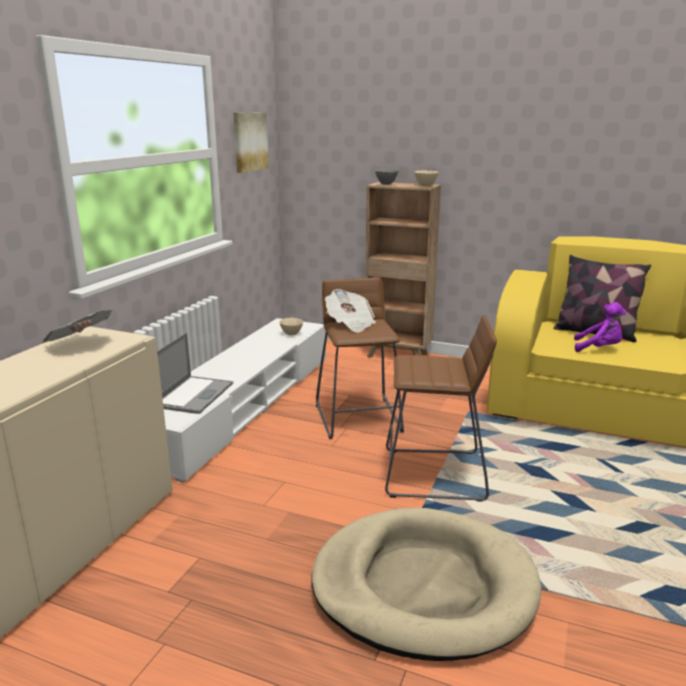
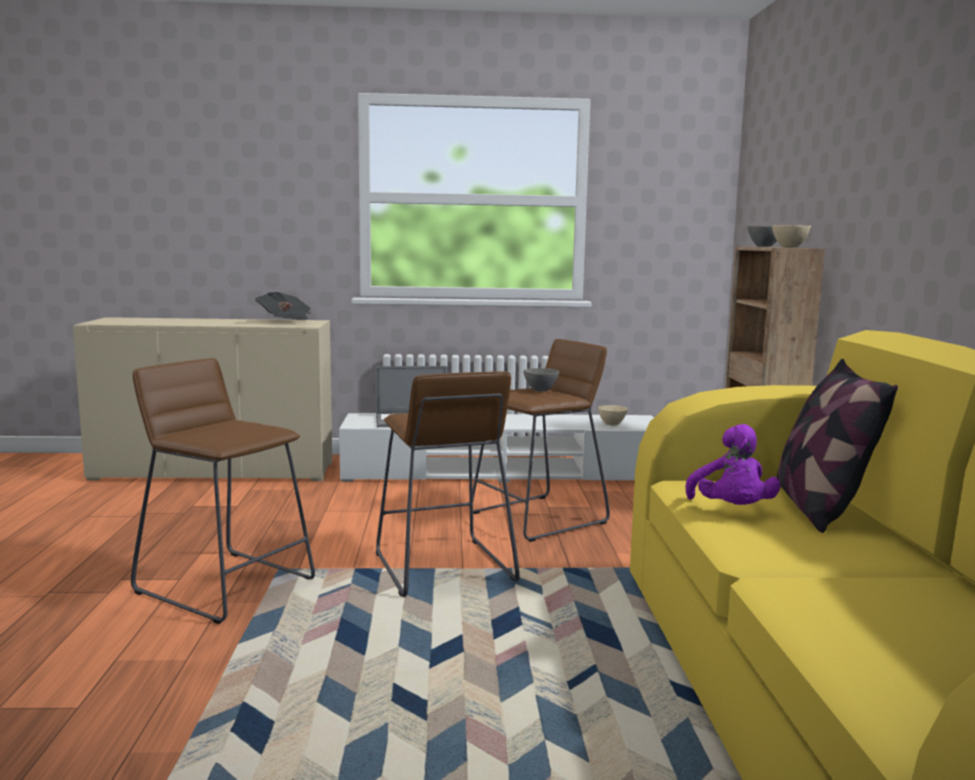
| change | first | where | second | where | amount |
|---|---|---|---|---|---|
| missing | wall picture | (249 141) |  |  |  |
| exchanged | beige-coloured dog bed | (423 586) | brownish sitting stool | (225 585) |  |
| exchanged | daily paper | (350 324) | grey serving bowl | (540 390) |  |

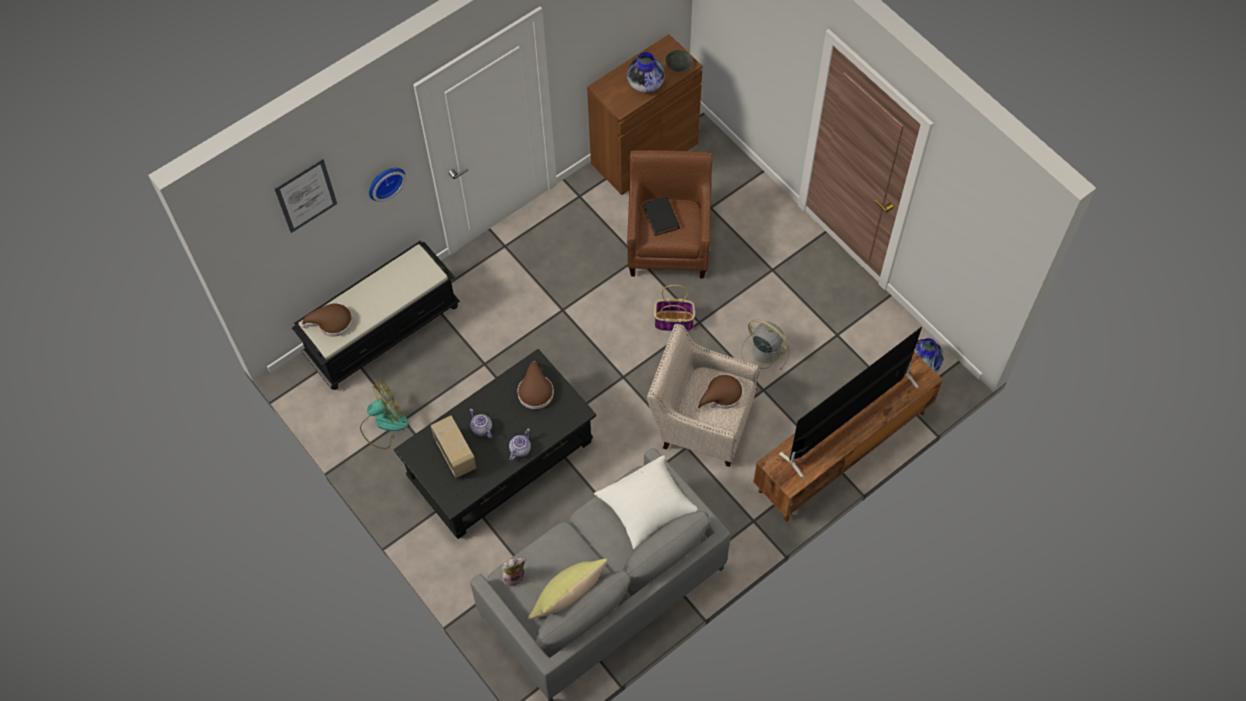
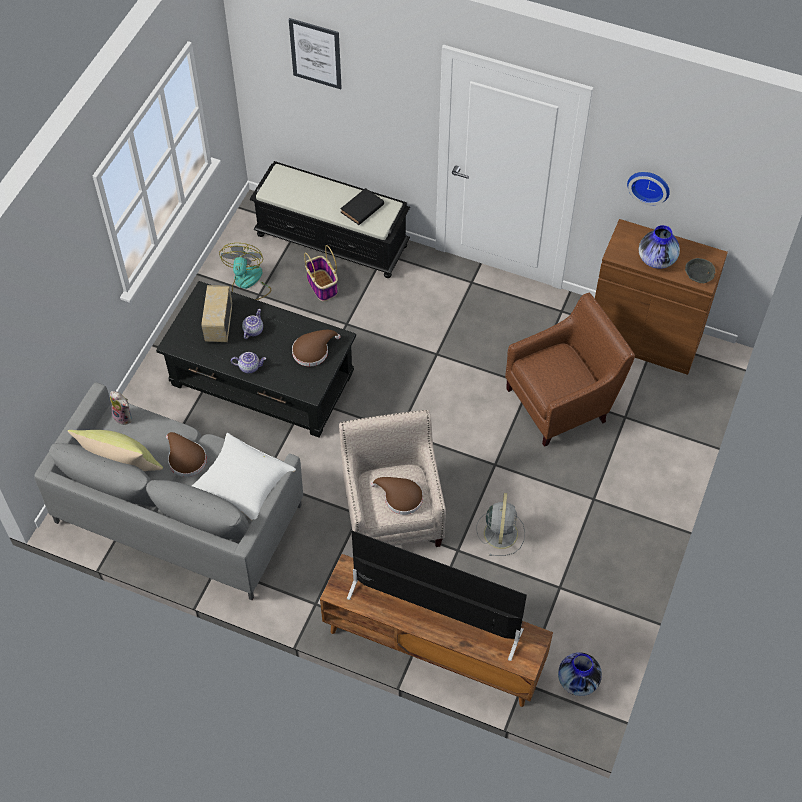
| change | first | where | second | where | amount |
|---|---|---|---|---|---|
| relocated | brownish clothing hat | (331 322) |  | (185 458) |  |
| relocated | wall clock | (384 181) |  | (649 185) |  |
| relocated | black bound book | (661 218) |  | (361 209) |  |
| relocated | basket | (674 321) |  | (322 286) |  |
| spun | electric fan | (384 424) |  | (247 283) | 120 degrees counterclockwise |
| spun | radio set | (456 454) |  | (218 324) | 150 degrees clockwise |

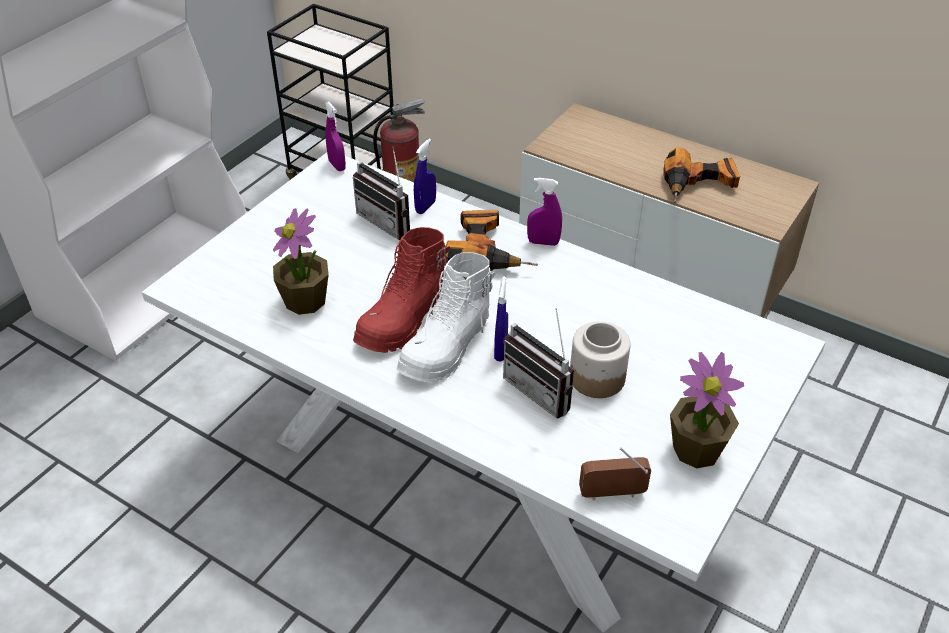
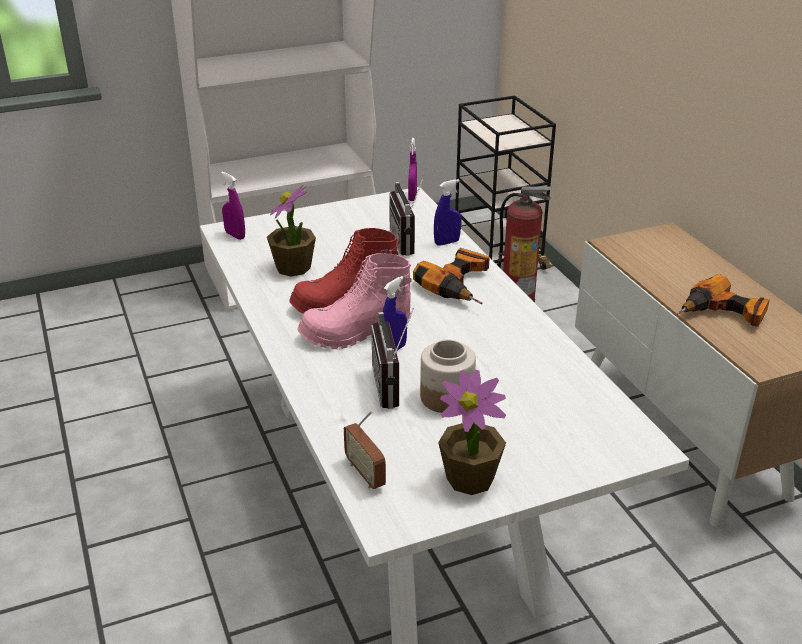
| change | first | where | second | where | amount |
|---|---|---|---|---|---|
| relocated | purple sprayer | (543 242) |  | (235 235) |  |
| colour | white tall boot | (447 348) | pink tall boot | (356 332) |  |
| spun | radio set | (612 494) |  | (365 474) | 150 degrees counterclockwise |

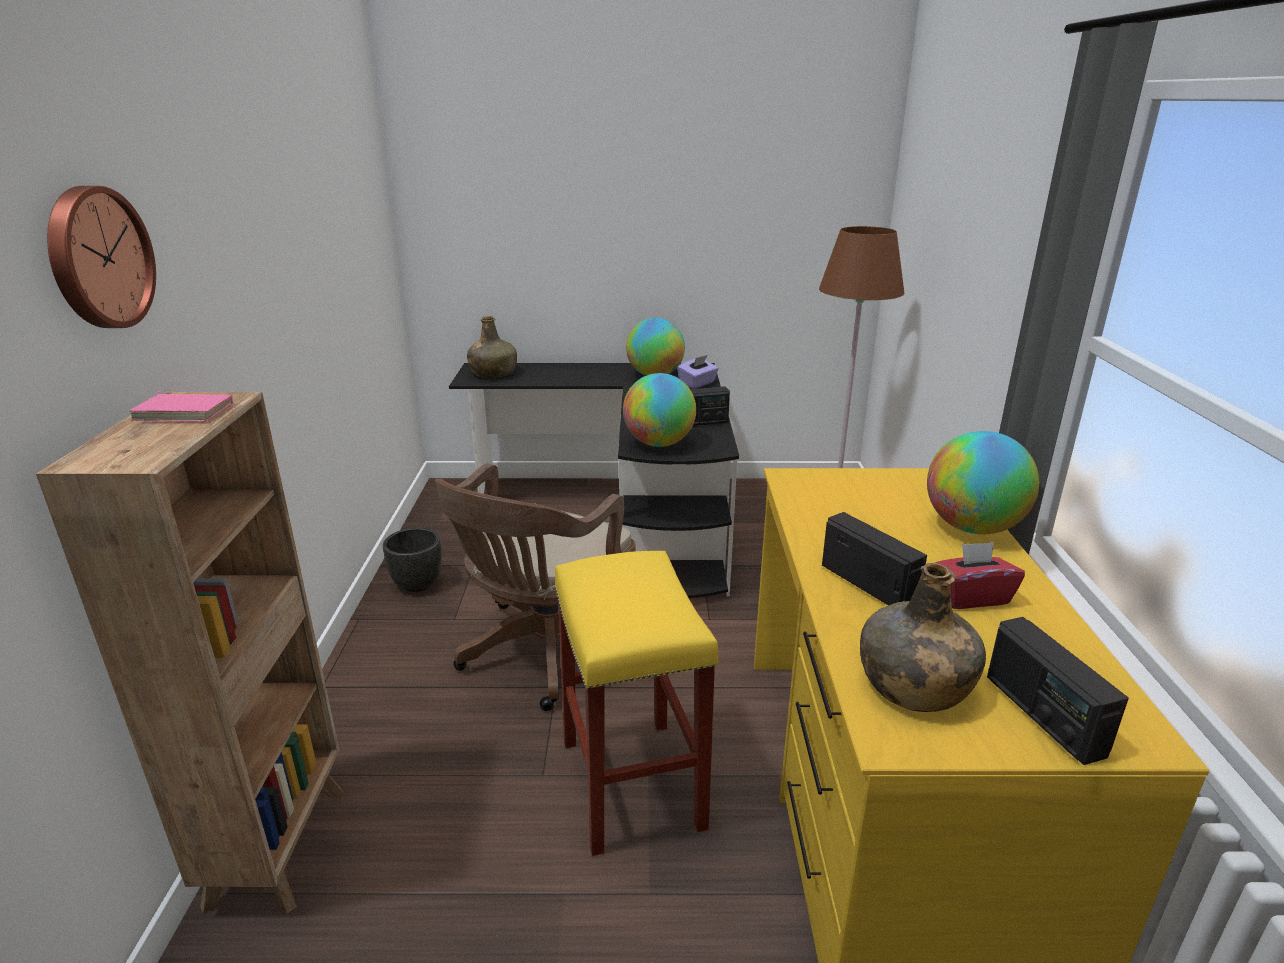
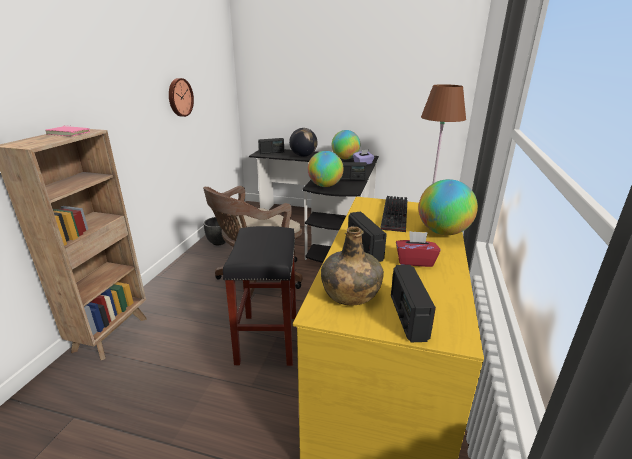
| change | first | where | second | where | amount |
|---|---|---|---|---|---|
| appeared |  |  | desk globe | (303 156) |  |
| appeared |  |  | PC keyboard | (396 215) |  |
| relocated | wall clock | (97 258) |  | (179 97) |  |
| exchanged | greenish drink bottle | (493 373) | radio set | (271 152) |  |
| colour | yellowish sitting stool | (630 782) | black sitting stool | (267 338) |  |

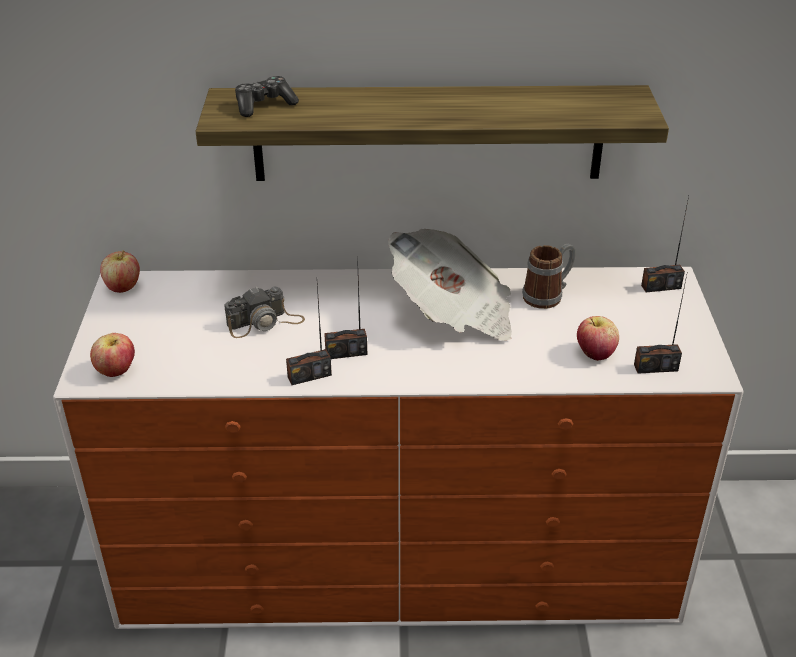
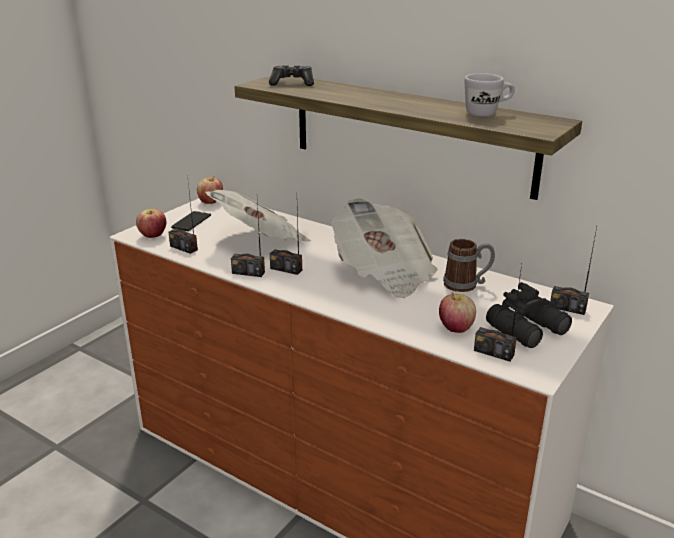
| change | first | where | second | where | amount |
|---|---|---|---|---|---|
| appeared |  |  | radio set | (184 248) |  |
| appeared |  |  | telephone | (191 222) |  |
| appeared |  |  | white coffee mug | (487 113) |  |
| appeared |  |  | black binoculars | (529 330) |  |
| exchanged | still camera | (265 322) | daily paper | (261 240) |  |

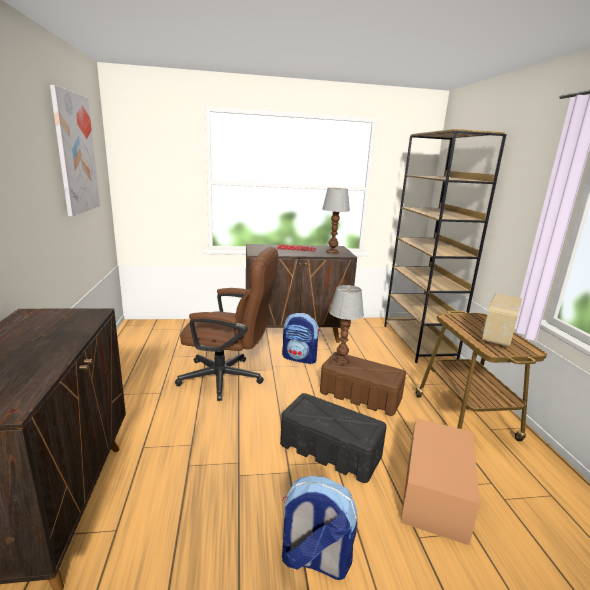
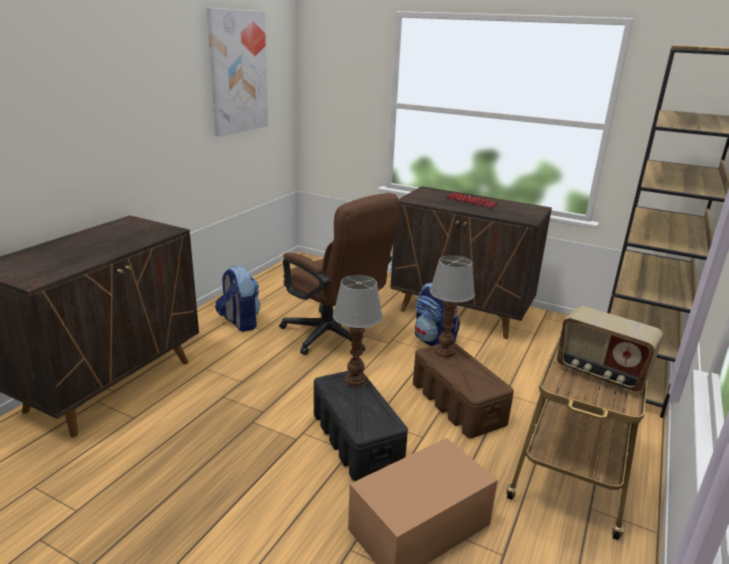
| change | first | where | second | where | amount |
|---|---|---|---|---|---|
| relocated | backpack | (314 559) |  | (239 322) |  |
| relocated | table lamp | (332 252) |  | (354 380) |  |
| spun | radio set | (497 337) |  | (600 373) | 120 degrees counterclockwise |

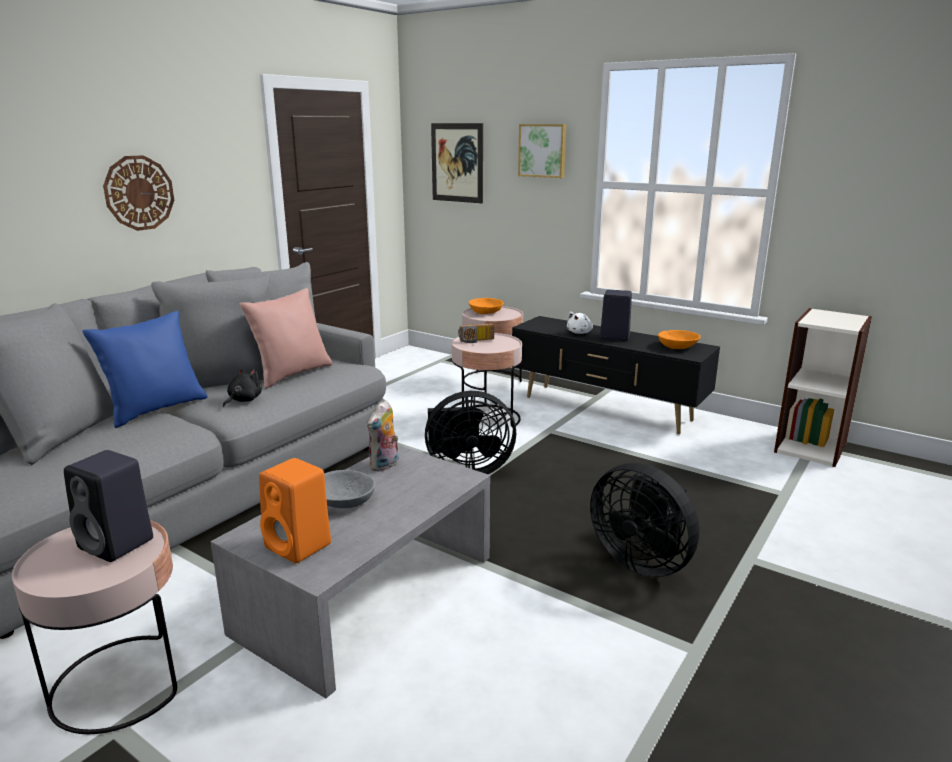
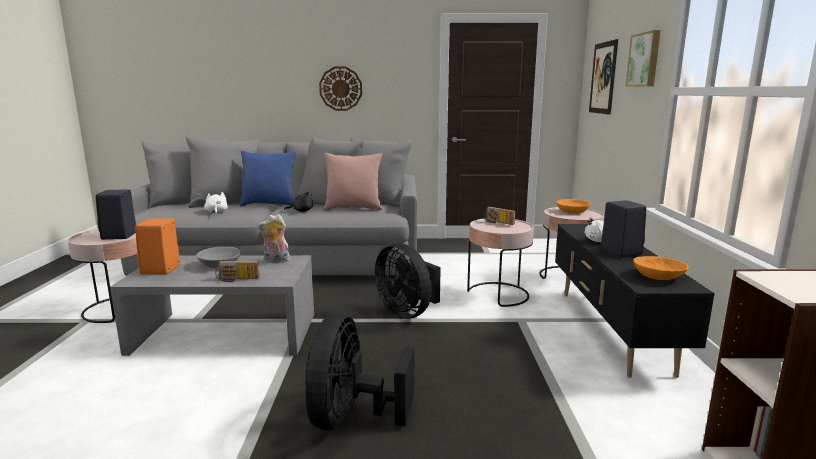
| change | first | where | second | where | amount |
|---|---|---|---|---|---|
| appeared |  |  | white cuddly toy | (216 212) |  |
| appeared |  |  | radio set | (237 279) |  |

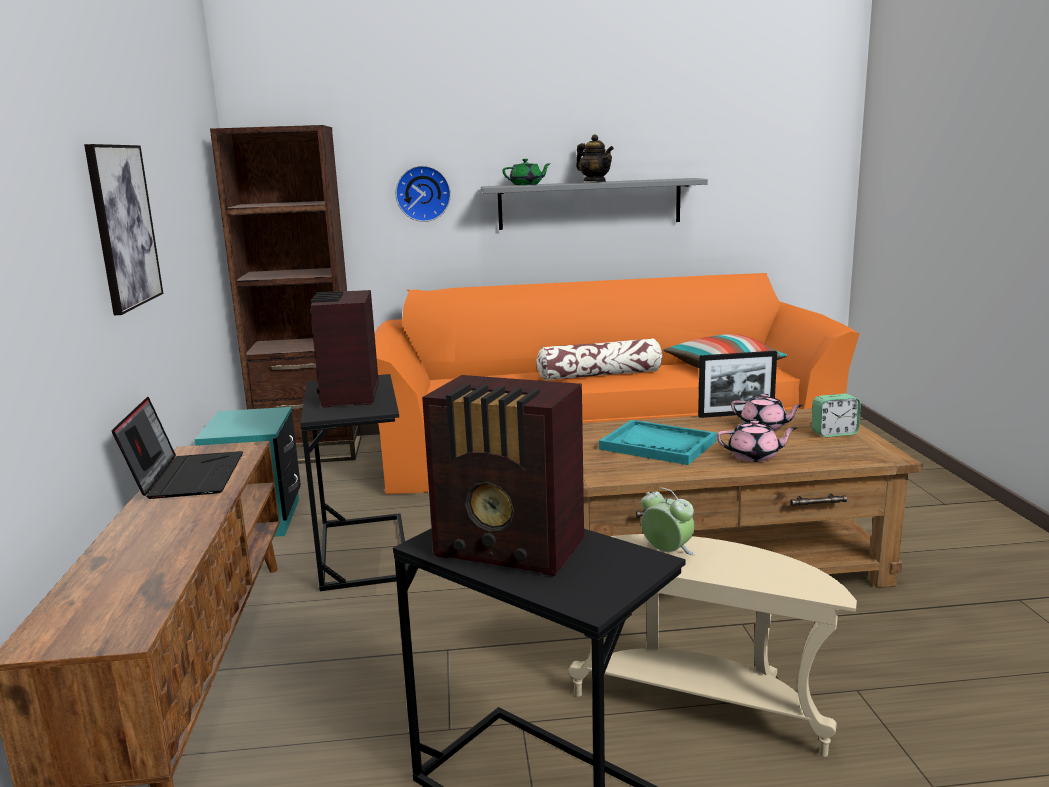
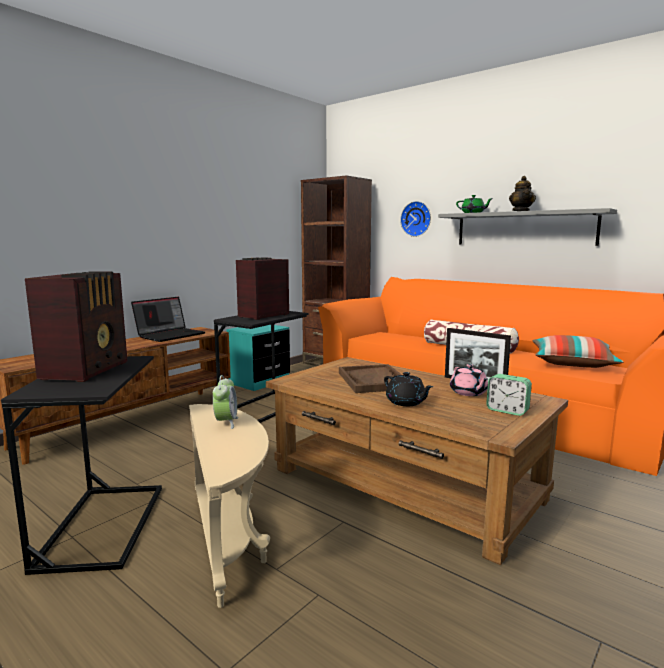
| change | first | where | second | where | amount |
|---|---|---|---|---|---|
| missing | wall picture | (123 226) |  |  |  |
| colour | turquoise carrying tray | (658 445) | brownish carrying tray | (373 381) |  |
| colour | pink pot for tea | (754 456) | black pot for tea | (406 402) |  |
| spun | radio set | (511 550) |  | (88 370) | 150 degrees counterclockwise |

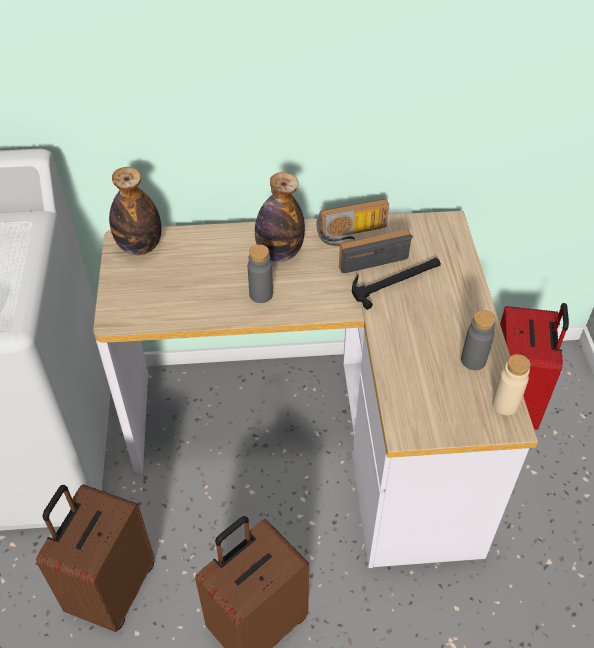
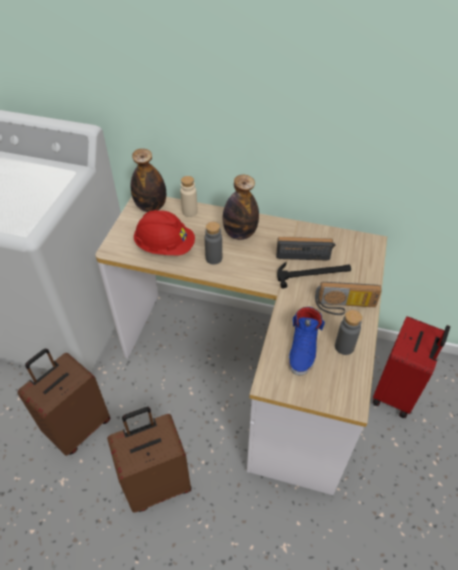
| change | first | where | second | where | amount |
|---|---|---|---|---|---|
| appeared |  |  | reddish work helmet | (165 247) |  |
| appeared |  |  | blue-coloured item of footwear | (303 348) |  |
| relocated | radio set | (352 235) |  | (344 307) |  |
| relocated | beige-coloured drink bottle | (505 404) |  | (189 212) |  |

